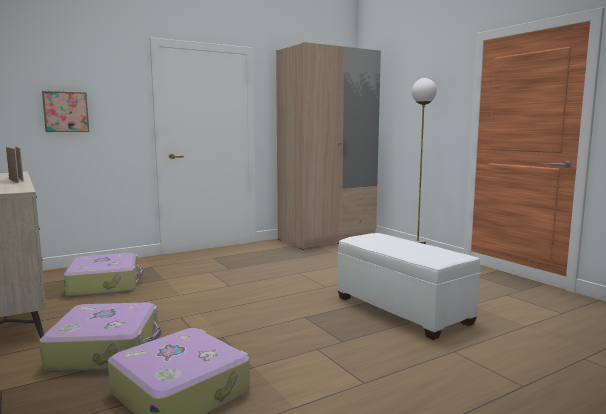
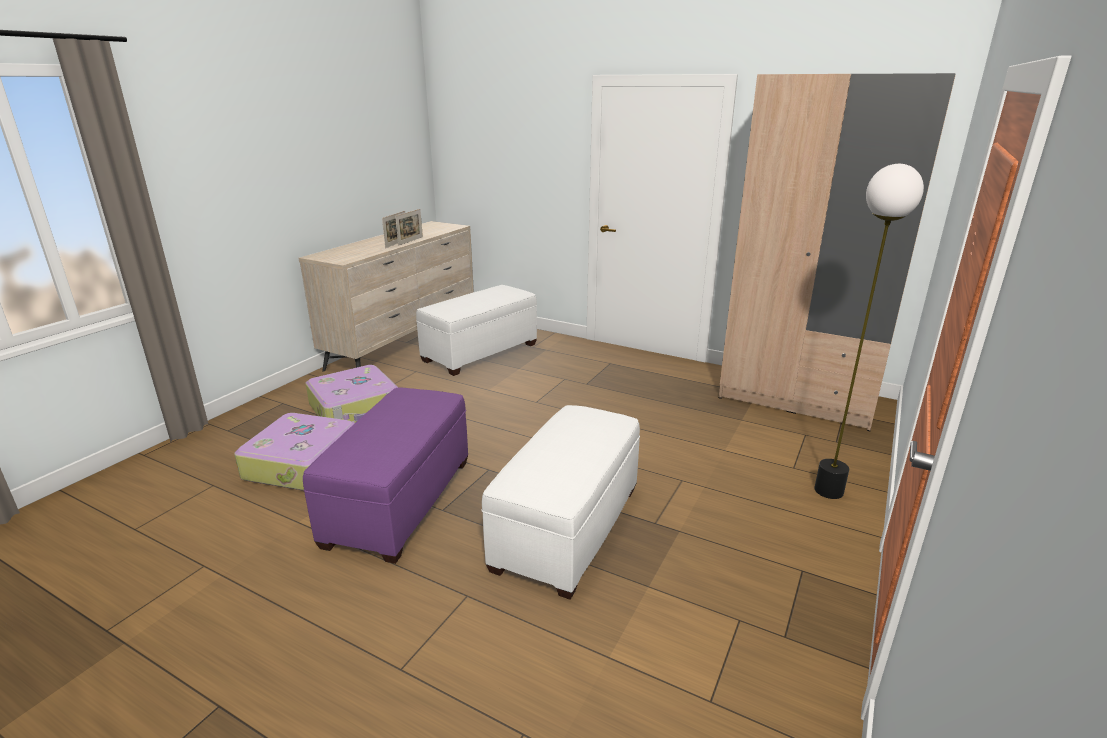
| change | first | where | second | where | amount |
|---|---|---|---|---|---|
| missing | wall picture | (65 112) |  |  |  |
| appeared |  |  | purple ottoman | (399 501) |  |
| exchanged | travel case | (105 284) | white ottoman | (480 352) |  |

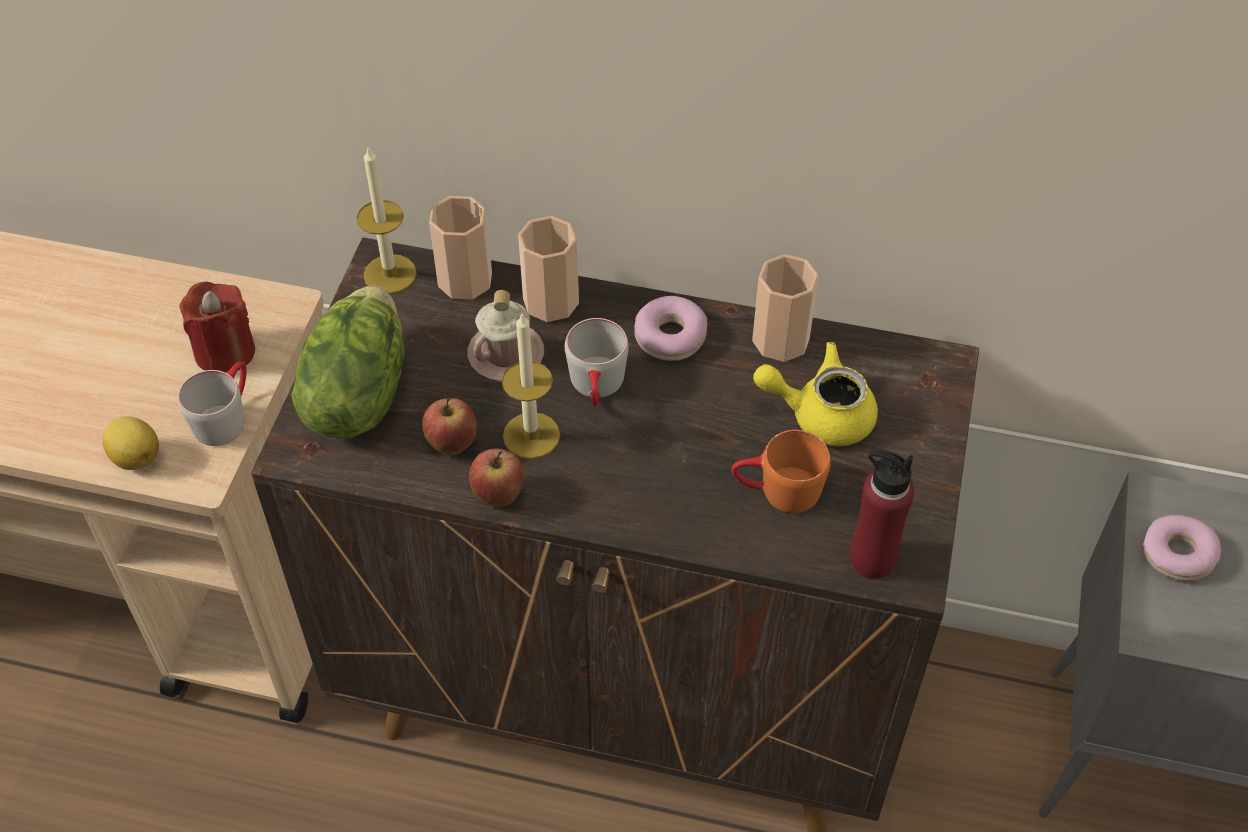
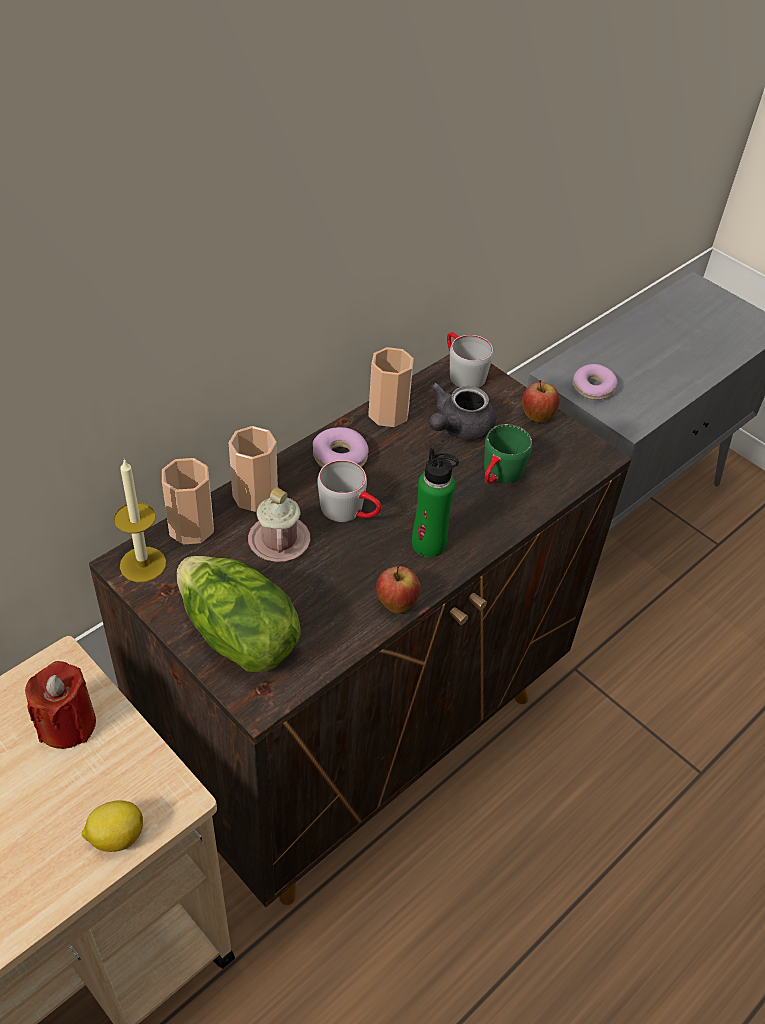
| change | first | where | second | where | amount |
|---|---|---|---|---|---|
| missing | wax light | (531 435) |  |  |  |
| missing | reddish drink bottle | (872 558) |  |  |  |
| appeared |  |  | greenish drink bottle | (428 544) |  |
| relocated | grey coffee mug | (226 416) |  | (461 372) |  |
| relocated | whole apple | (452 444) |  | (537 417) |  |
| colour | orangey coffee mug | (777 491) | greenish coffee mug | (499 476) |  |
| colour | yellowish pot for tea | (820 414) | grey pot for tea | (458 428) |  |

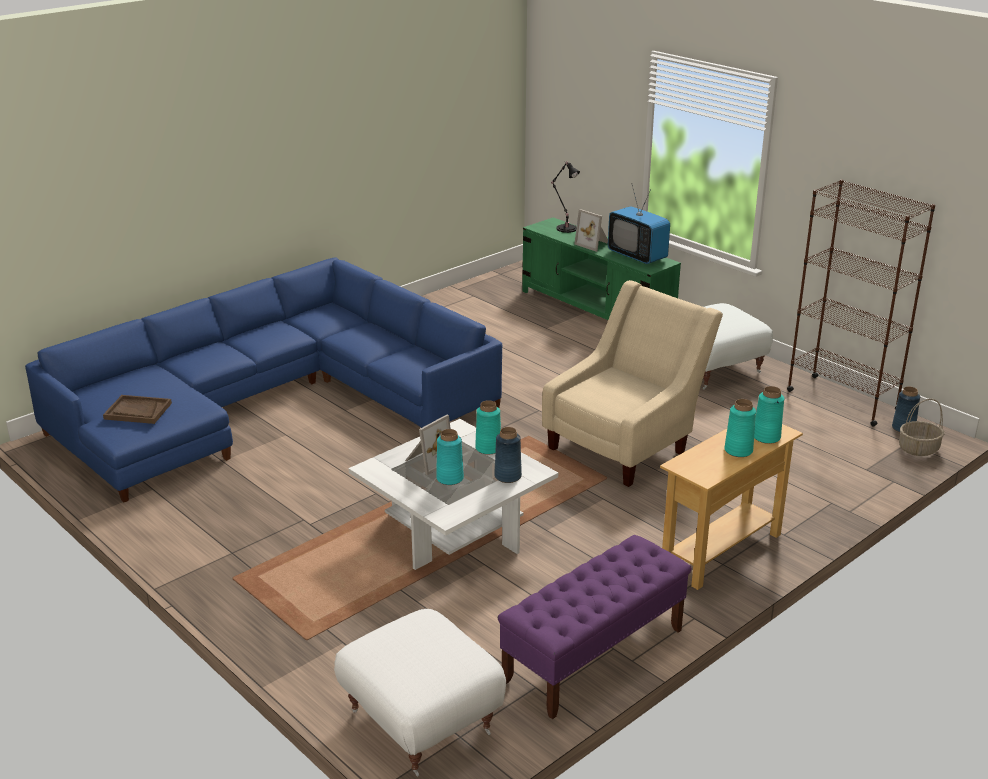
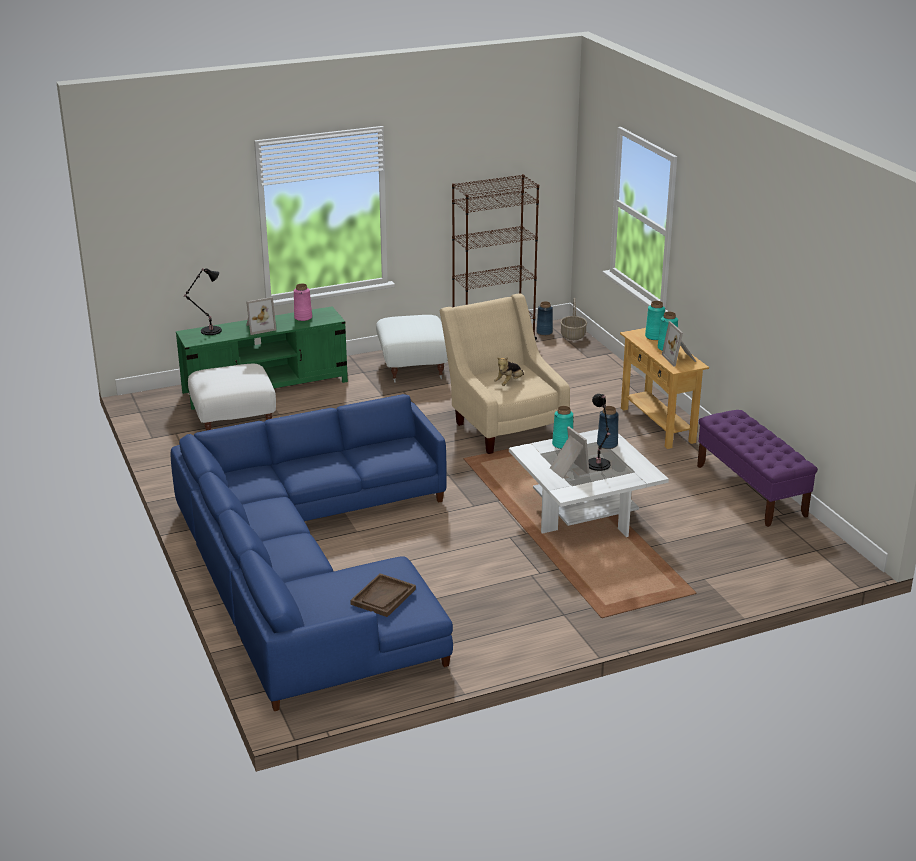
| change | first | where | second | where | amount |
|---|---|---|---|---|---|
| appeared |  |  | cuddly toy | (509 383) |  |
| appeared |  |  | standing frame | (680 359) |  |
| relocated | white ottoman | (421 722) |  | (234 422) |  |
| exchanged | turquoise vase | (449 478) | black table lamp | (598 465) |  |
| exchanged | TV set | (637 256) | pink vase | (303 317) |  |

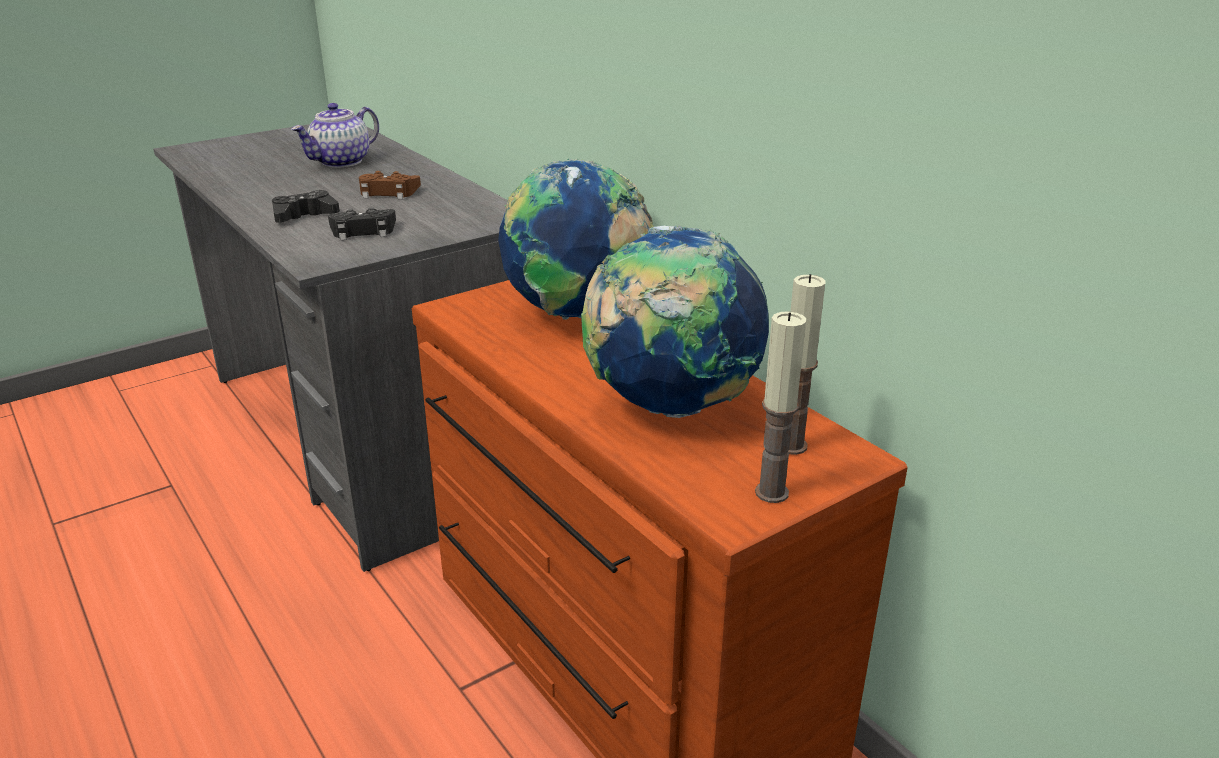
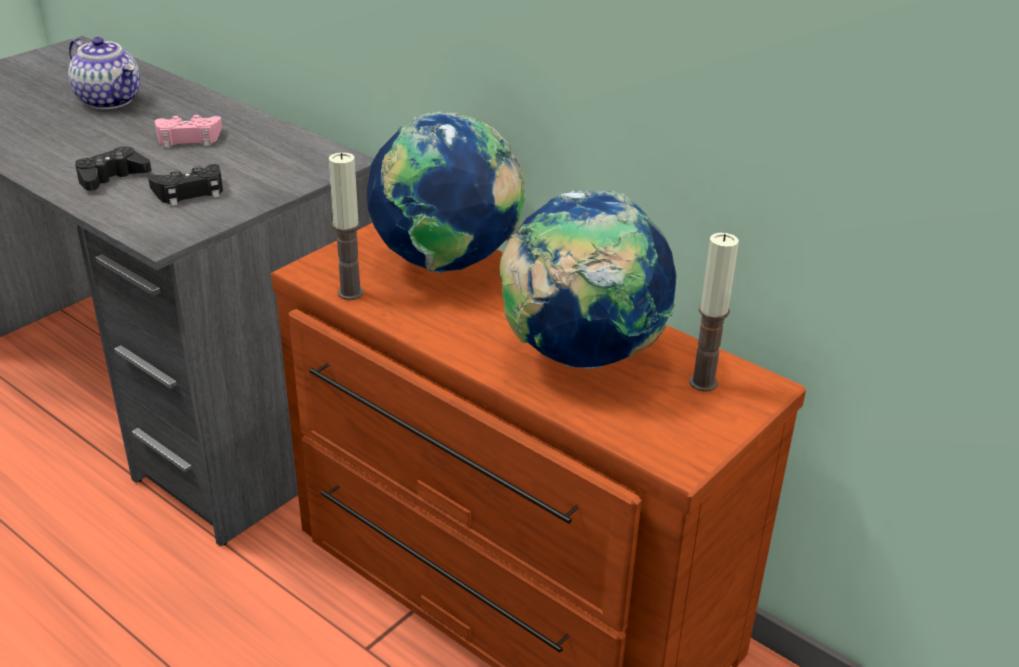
| change | first | where | second | where | amount |
|---|---|---|---|---|---|
| relocated | wax light | (772 493) |  | (350 293) |  |
| colour | brownish gamepad | (388 192) | pink gamepad | (188 138) |  |
| spun | pot for tea | (341 162) |  | (110 100) | 75 degrees counterclockwise |

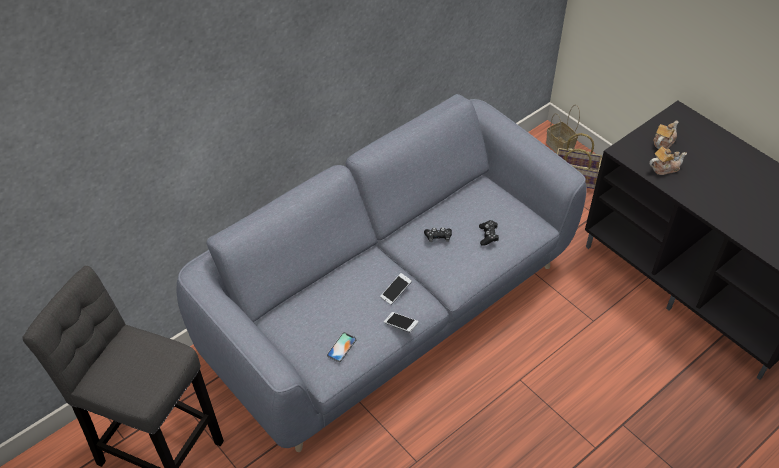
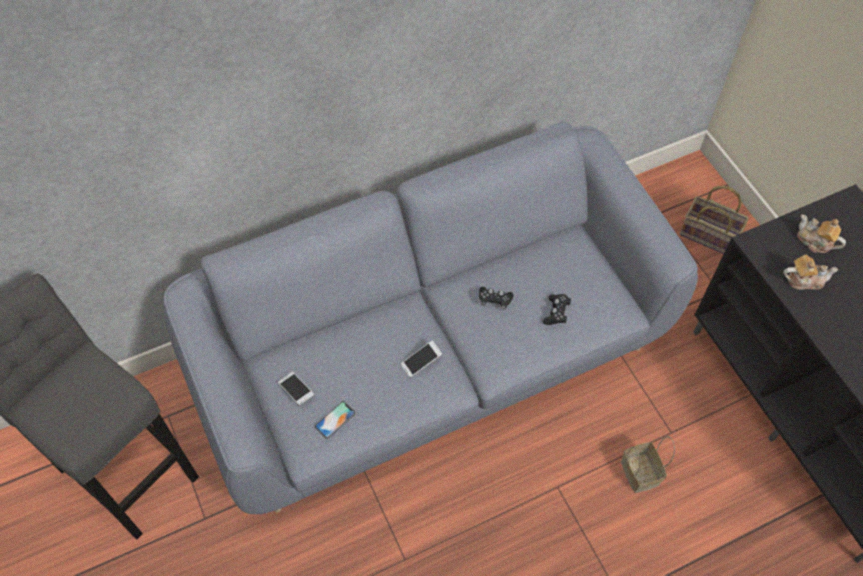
| change | first | where | second | where | amount |
|---|---|---|---|---|---|
| relocated | telephone | (401 325) |  | (296 391) |  |
| relocated | basket | (561 146) |  | (641 474) |  |
| spun | pot for tea | (663 142) |  | (815 242) | 105 degrees counterclockwise |

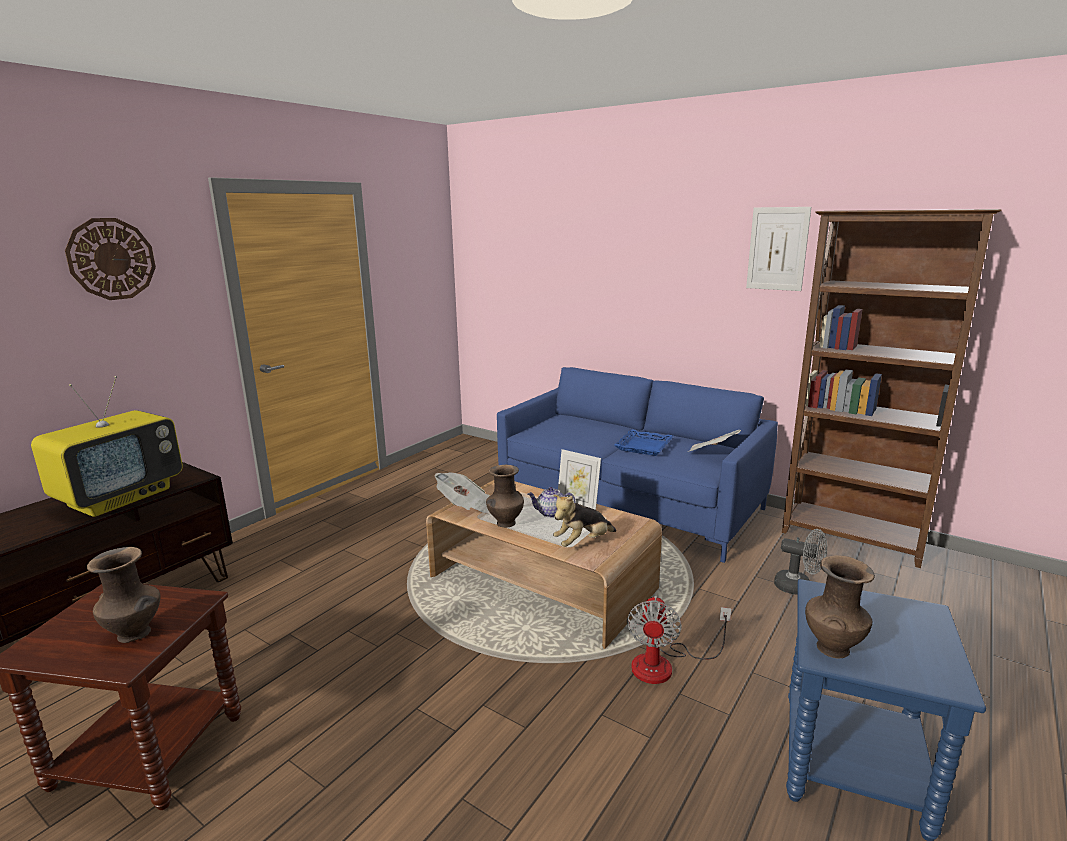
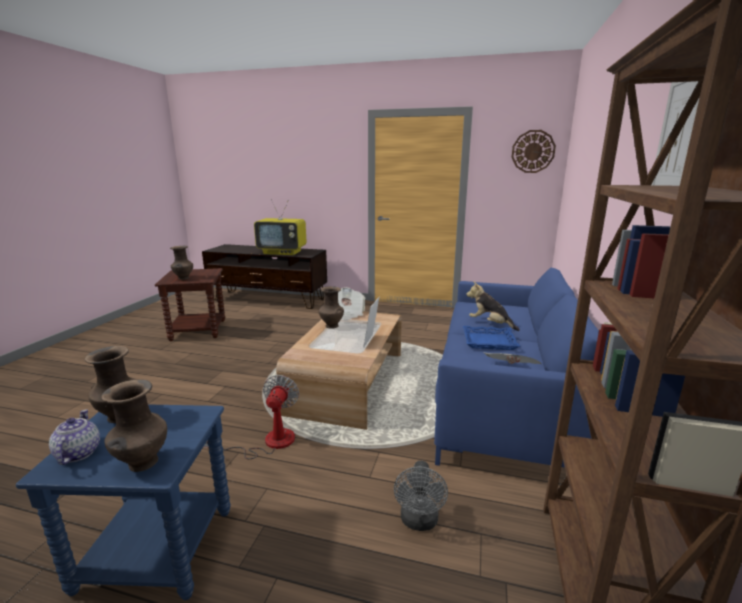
| change | first | where | second | where | amount |
|---|---|---|---|---|---|
| appeared |  |  | brownish vase | (142 463) |  |
| relocated | wall clock | (111 259) |  | (533 151) |  |
| relocated | pot for tea | (550 513) |  | (78 453) |  |
| relocated | cuddly toy | (582 542) |  | (490 324) |  |
| spun | electric fan | (664 665) |  | (268 443) | 105 degrees clockwise |

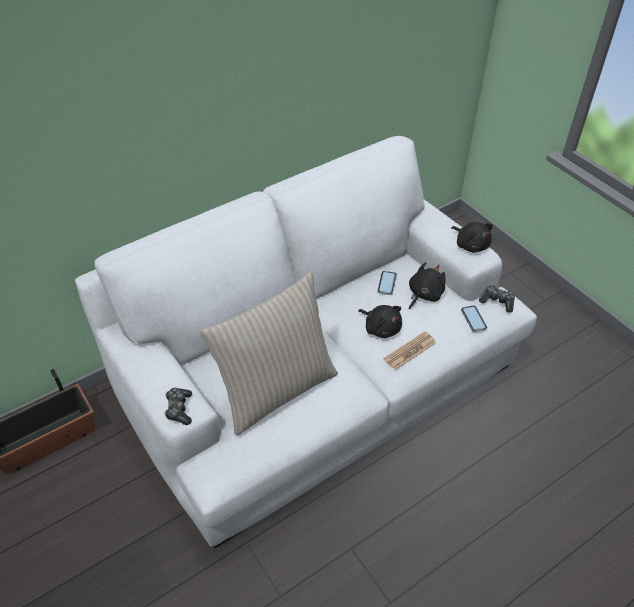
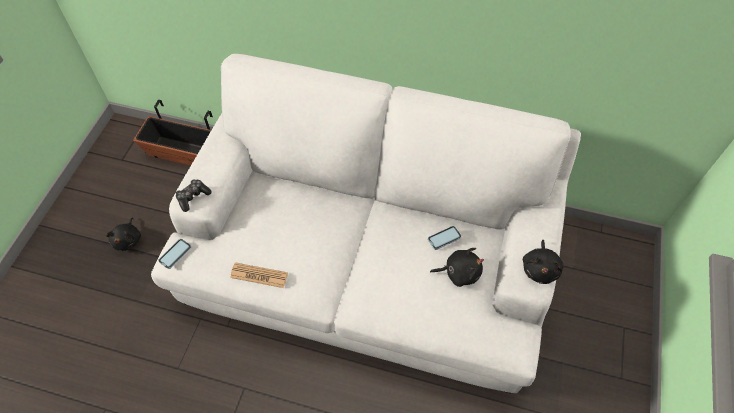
| change | first | where | second | where | amount |
|---|---|---|---|---|---|
| missing | beige-coloured cushion | (276 389) |  |  |  |
| missing | gamepad | (497 301) |  |  |  |
| relocated | black cuddly toy | (381 328) |  | (128 240) |  |
| relocated | daily paper | (410 351) |  | (259 275) |  |
| relocated | telephone | (473 319) |  | (175 254) |  |

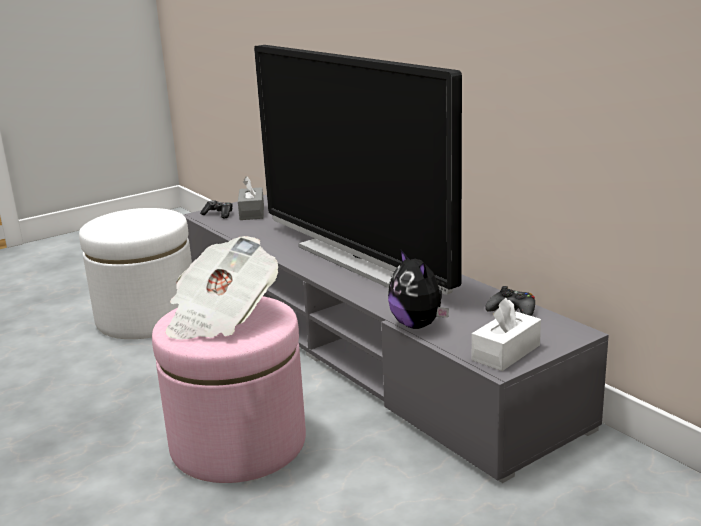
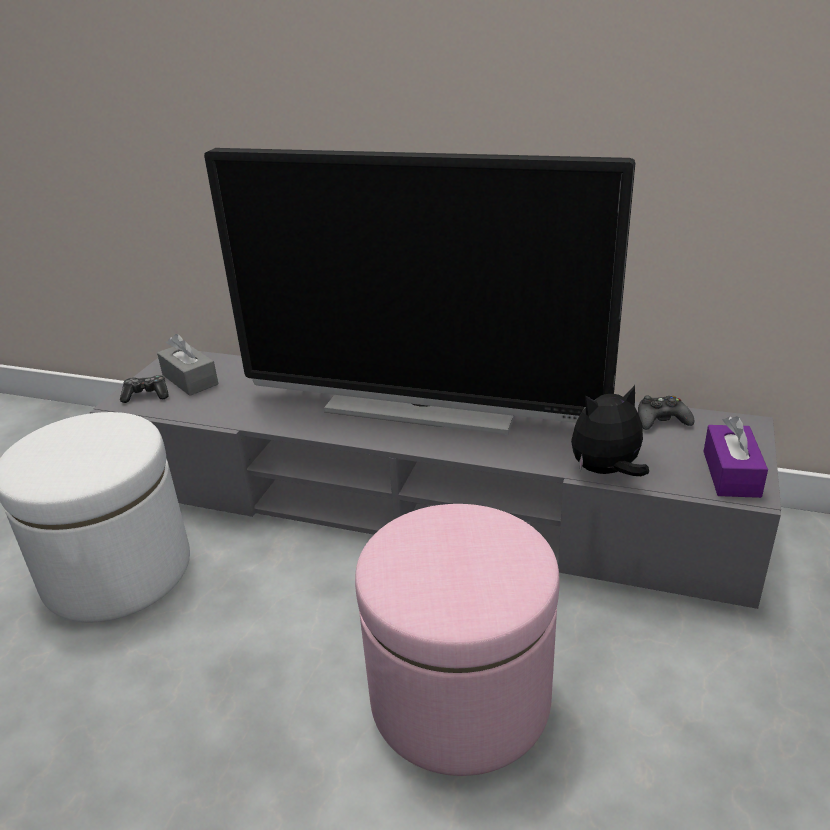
| change | first | where | second | where | amount |
|---|---|---|---|---|---|
| missing | daily paper | (221 318) |  |  |  |
| colour | white tissue box | (506 353) | purple tissue box | (731 474) |  |
| spun | cuddly toy | (418 325) |  | (606 472) | 135 degrees clockwise |

